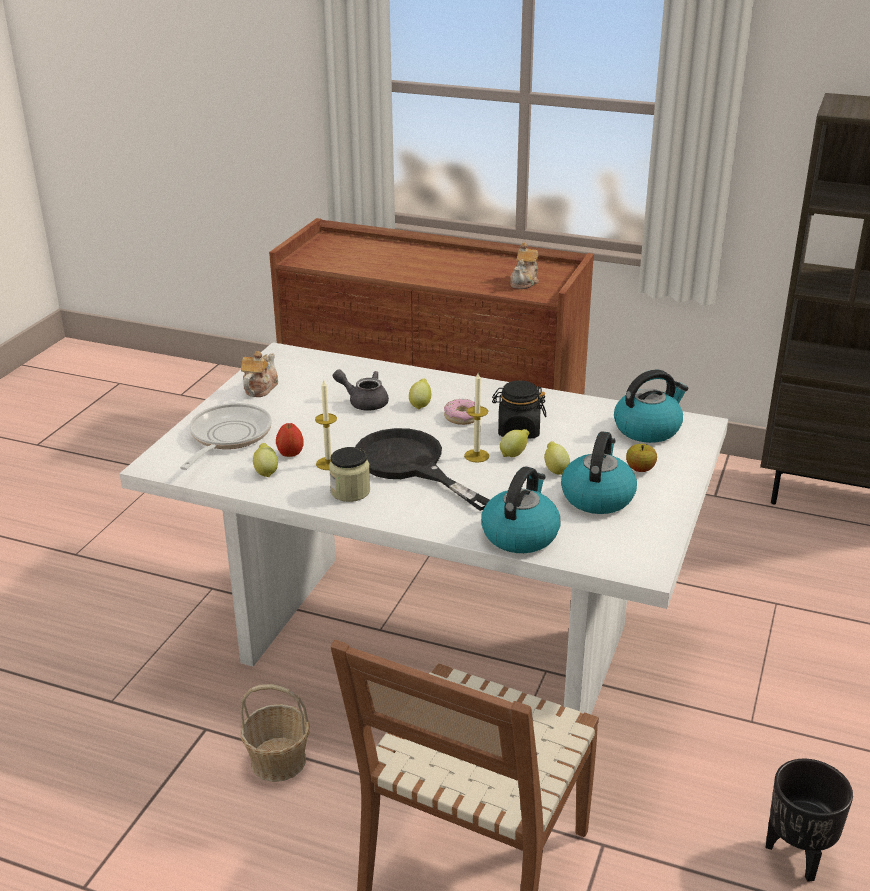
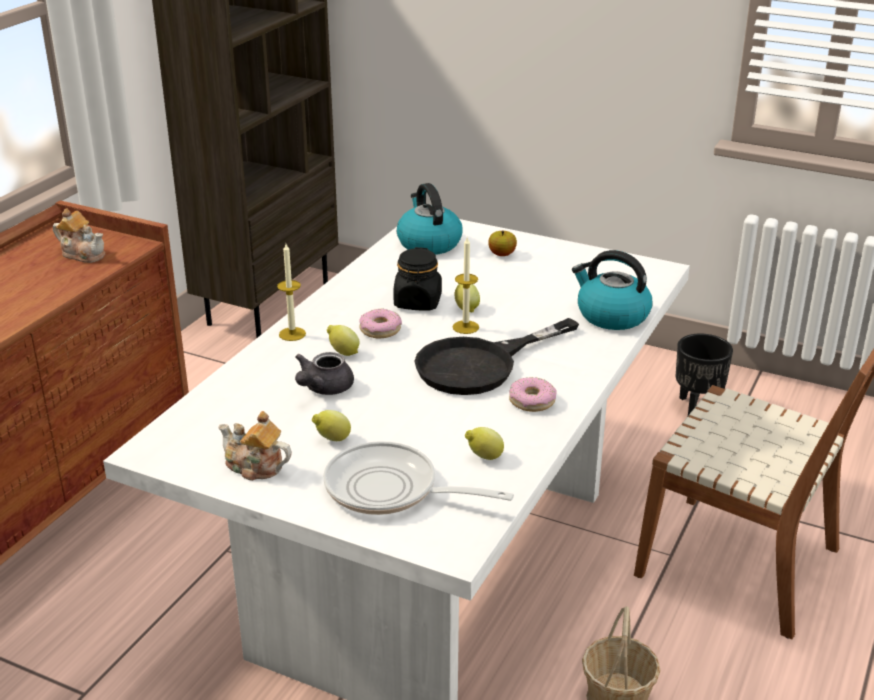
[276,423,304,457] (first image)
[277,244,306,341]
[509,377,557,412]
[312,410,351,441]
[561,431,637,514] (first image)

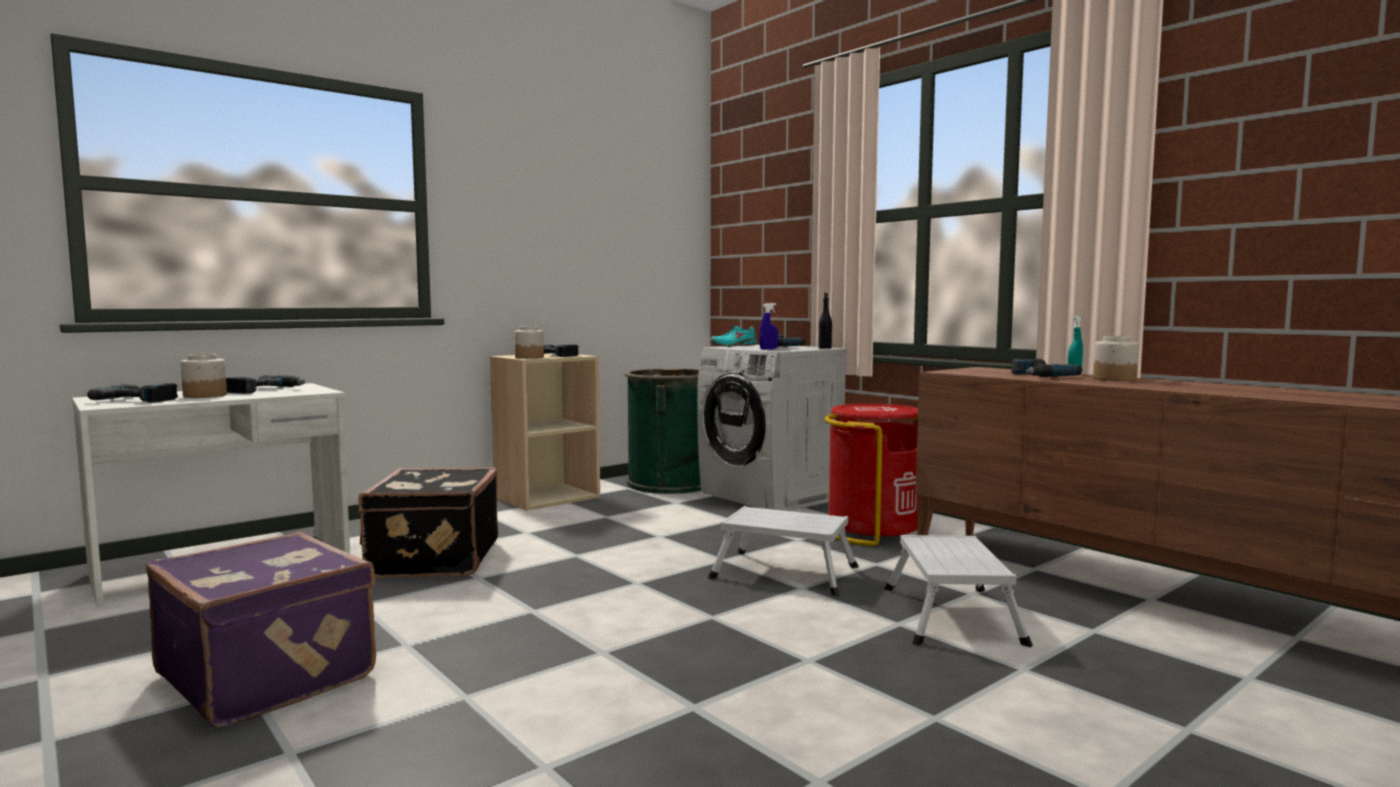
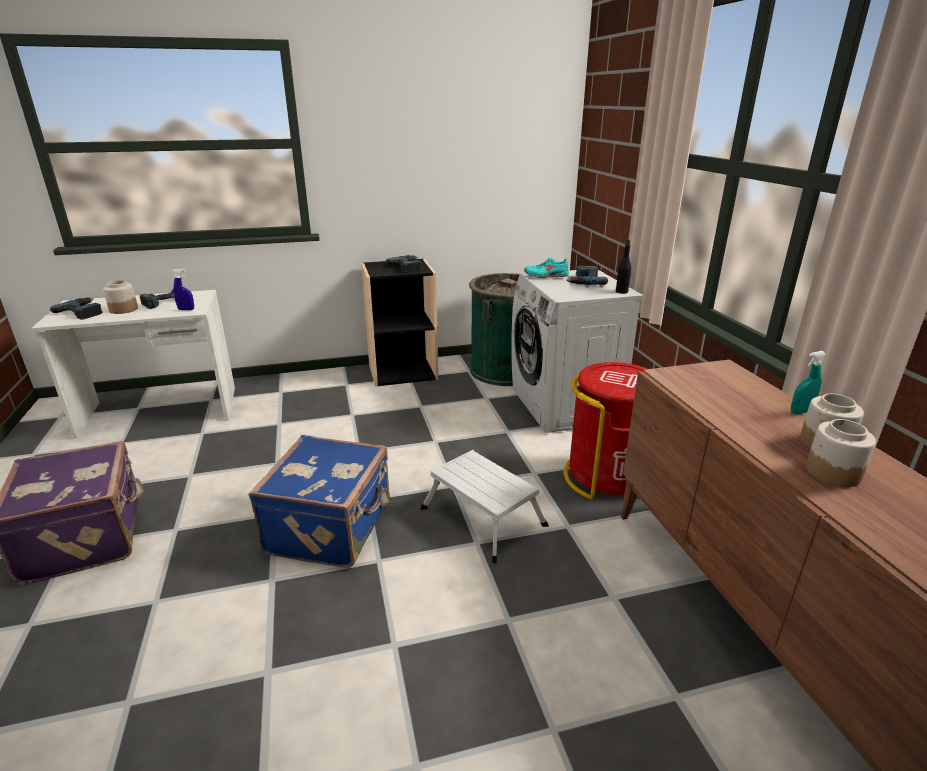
[358,467,499,578] (first image)
[361,259,438,387]
[806,419,876,487]
[172,269,194,310]
[884,535,1033,647] (first image)
[1011,358,1082,377] (first image)
[249,435,390,568]

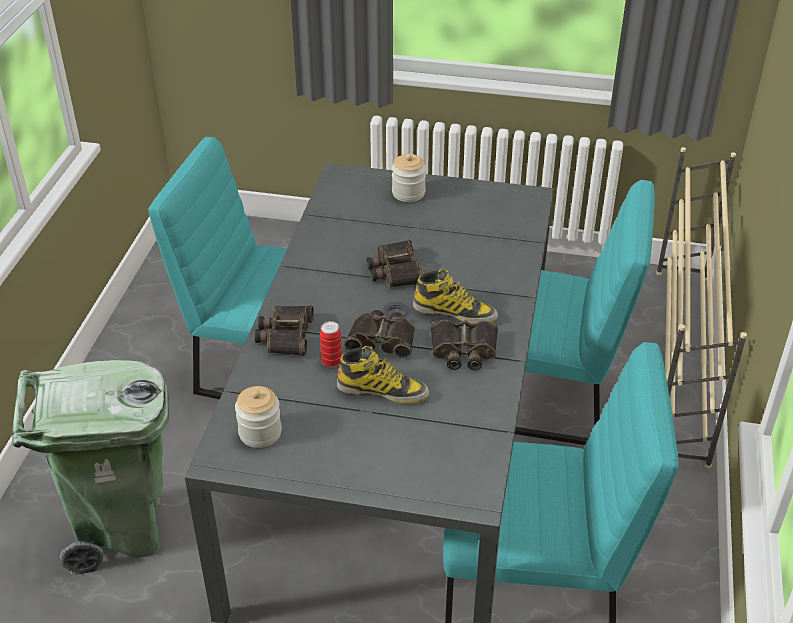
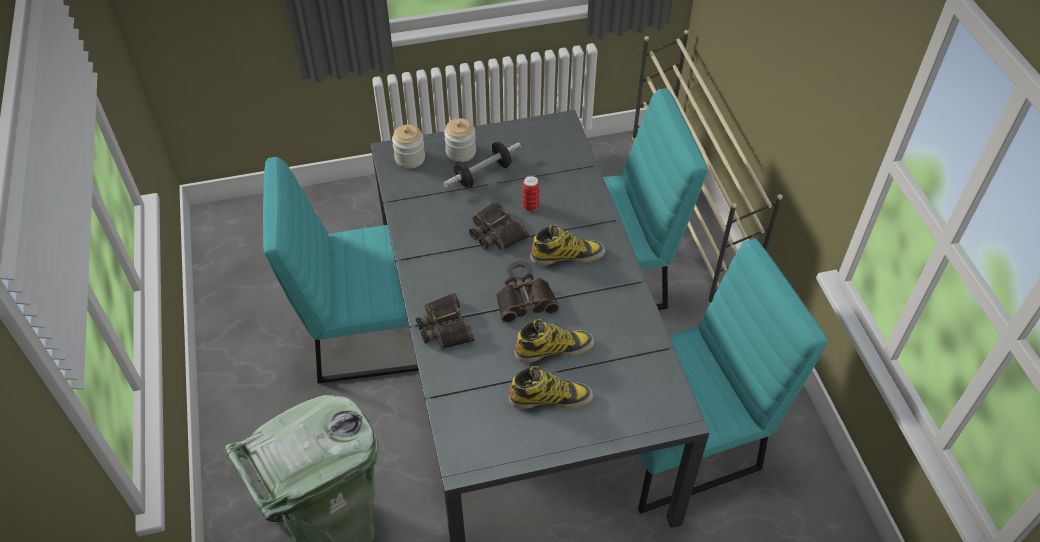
[392,125,425,169]
[523,176,539,211]
[431,320,498,370] (first image)
[443,142,521,188]
[509,366,593,409]

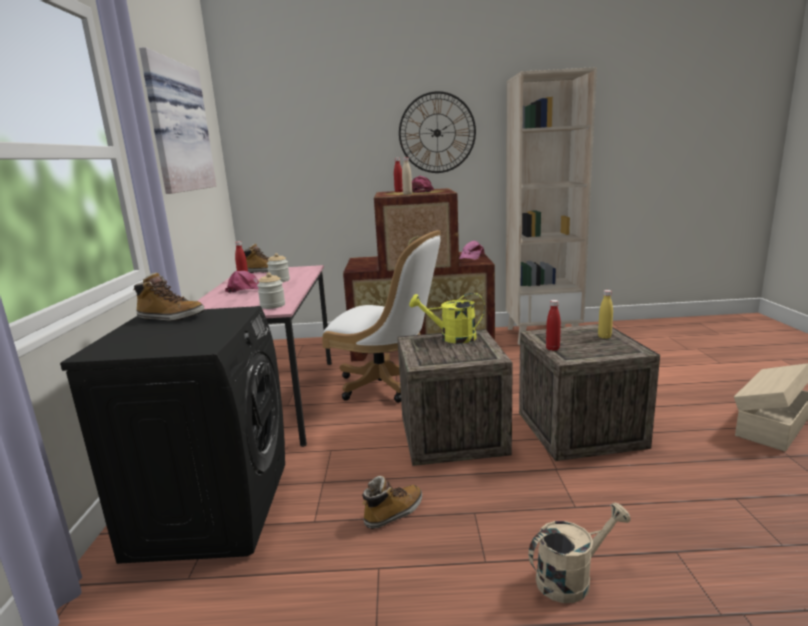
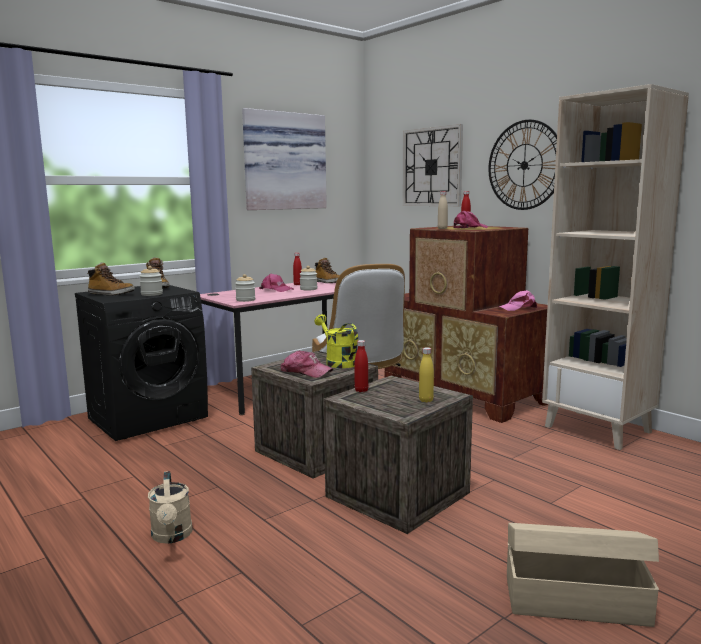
[87,262,135,296]
[148,471,192,543]
[139,266,163,296]
[281,350,333,378]
[403,124,463,206]

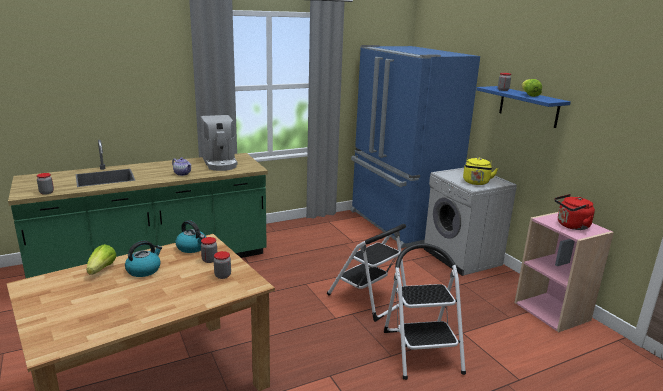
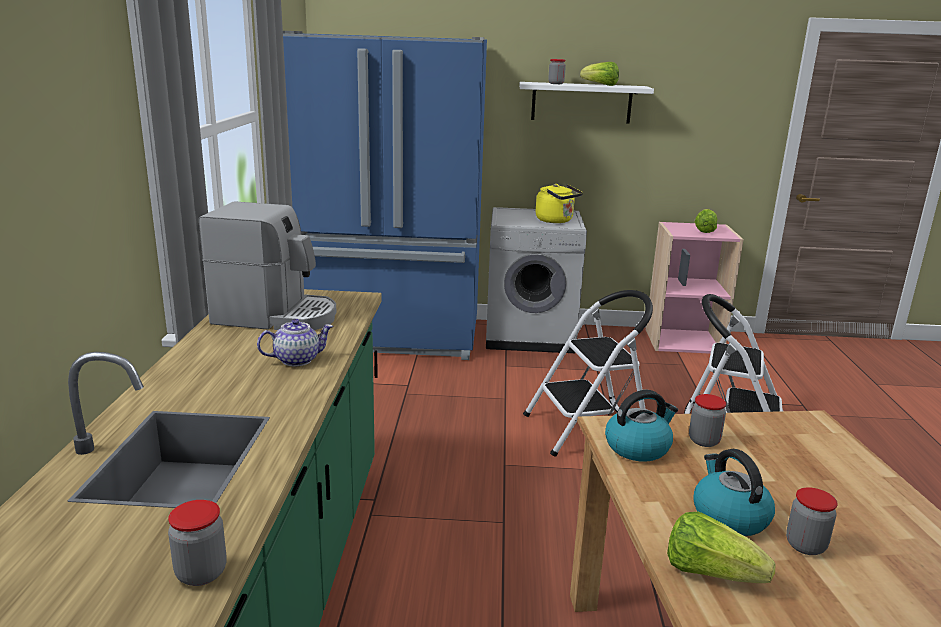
[786,487,838,555]
[519,82,654,124]
[695,209,717,233]

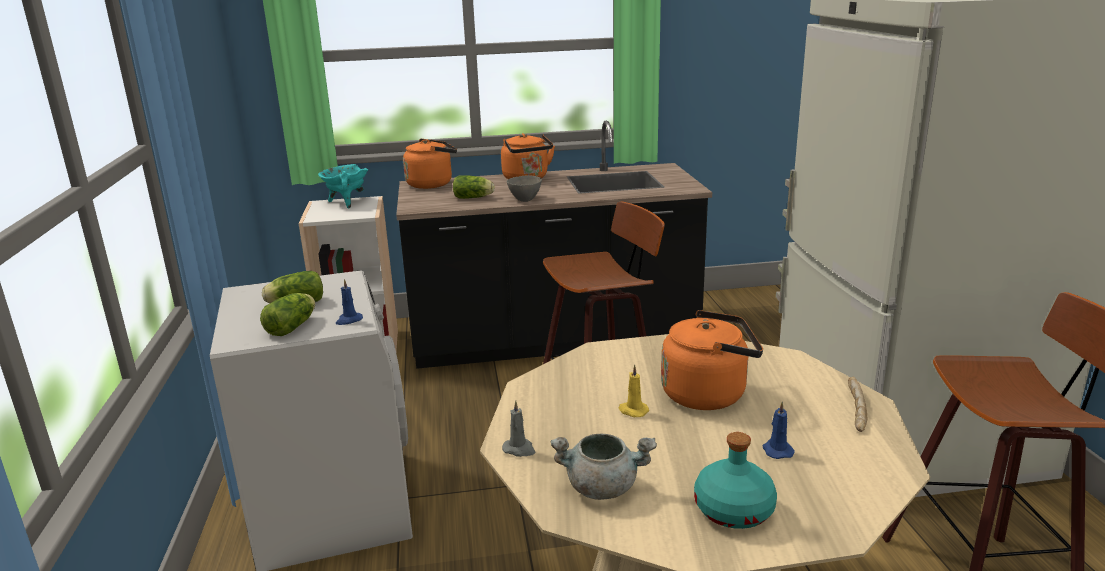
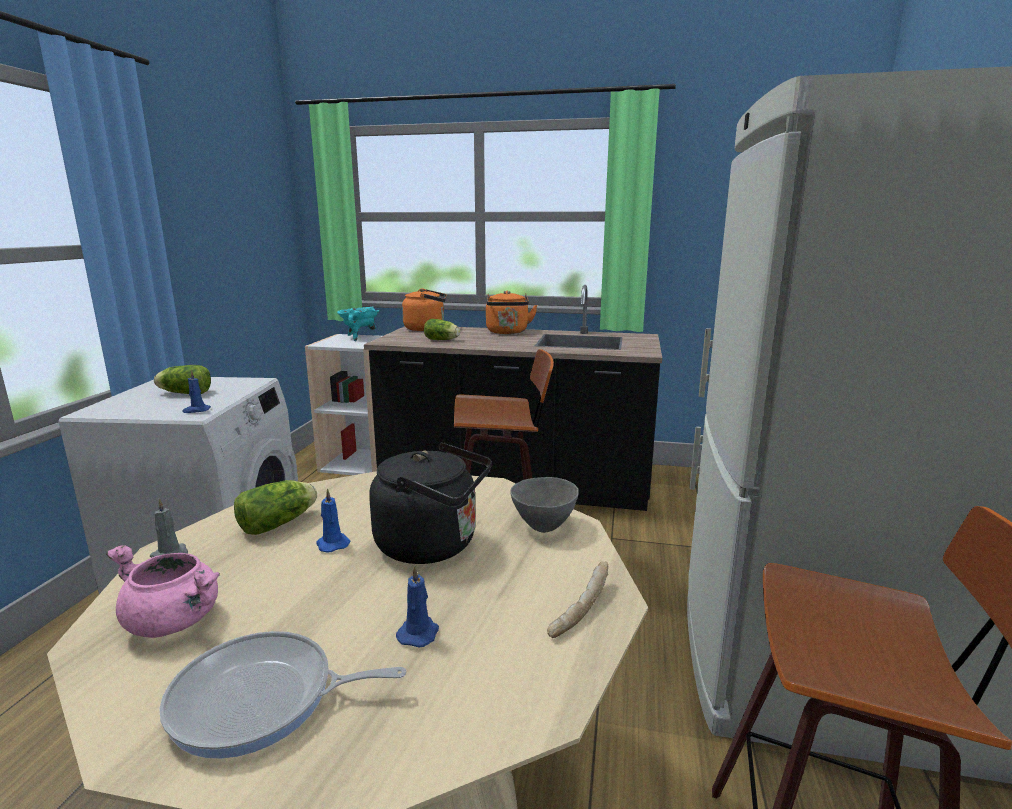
[234,480,317,535]
[510,477,579,533]
[106,545,220,638]
[316,488,350,552]
[369,442,492,564]
[159,631,407,759]

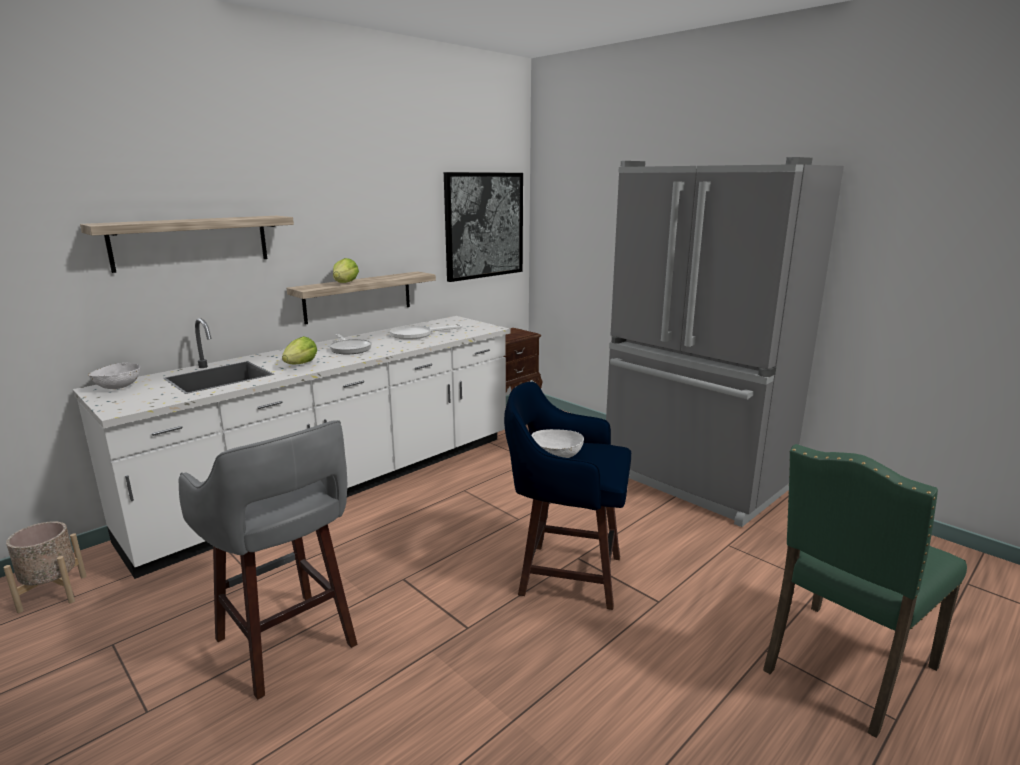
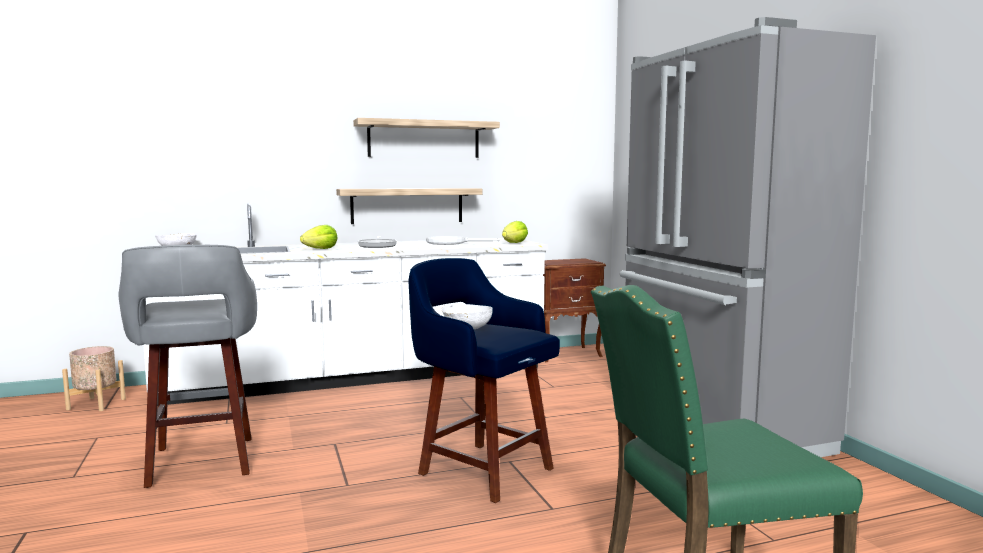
[353,118,500,158]
[502,221,528,243]
[444,172,523,282] (first image)

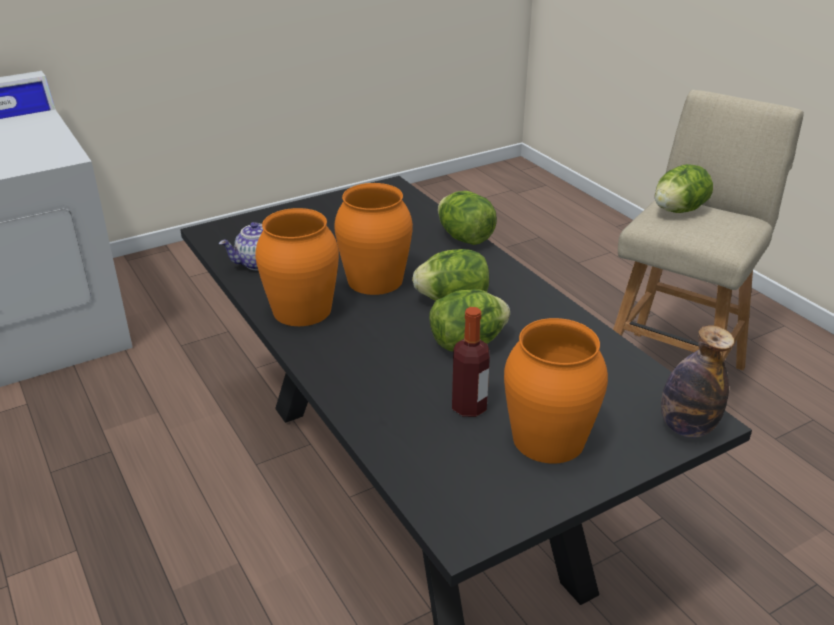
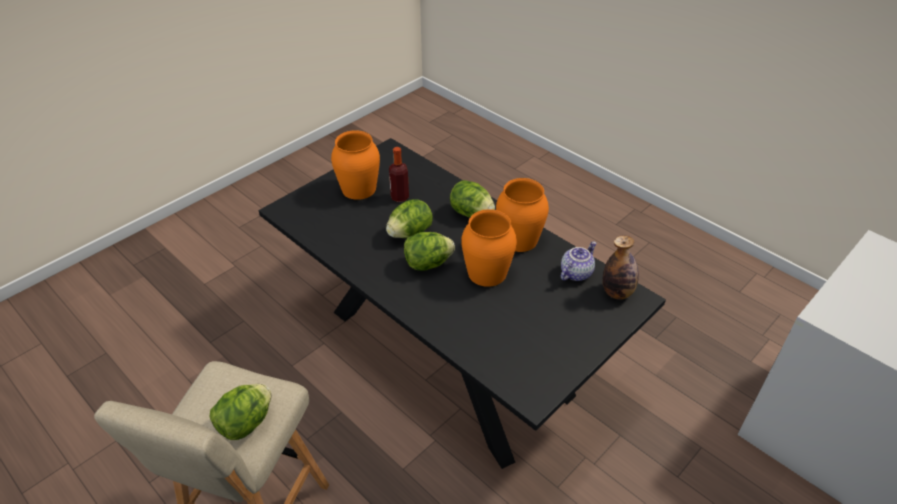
[450,180,495,217]
[602,236,639,299]

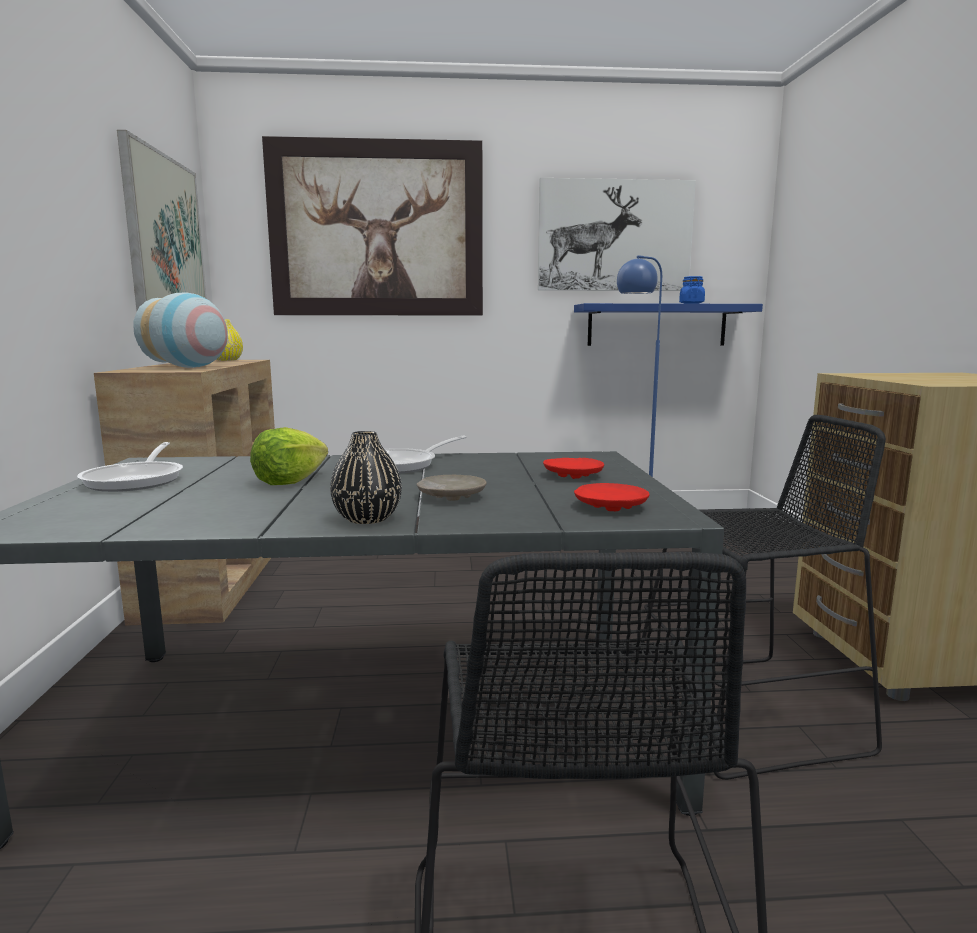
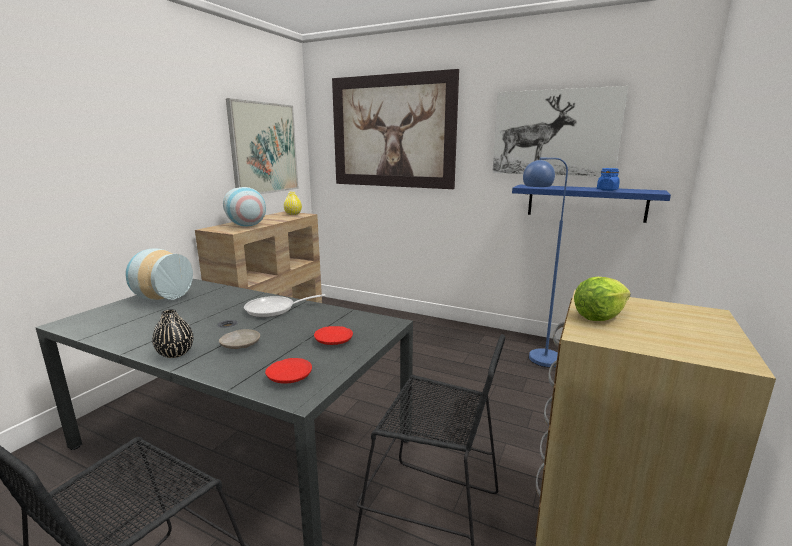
[125,248,193,300]
[574,277,631,321]

